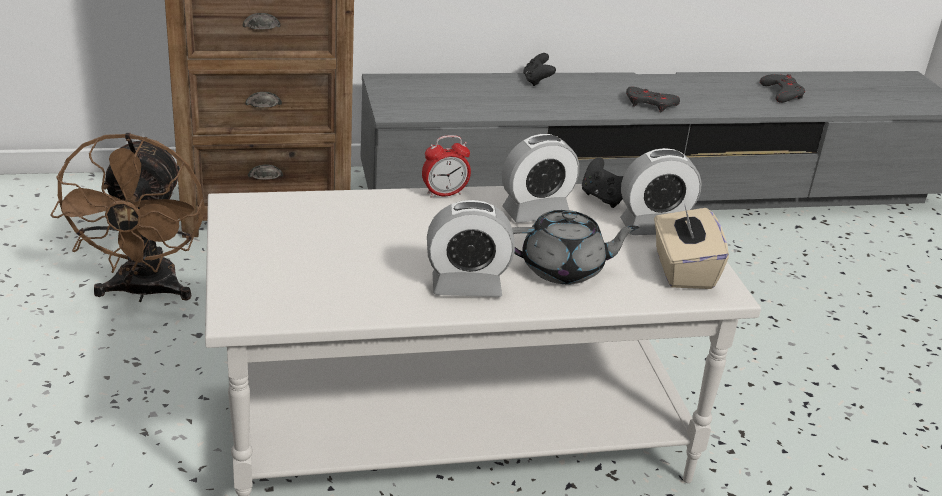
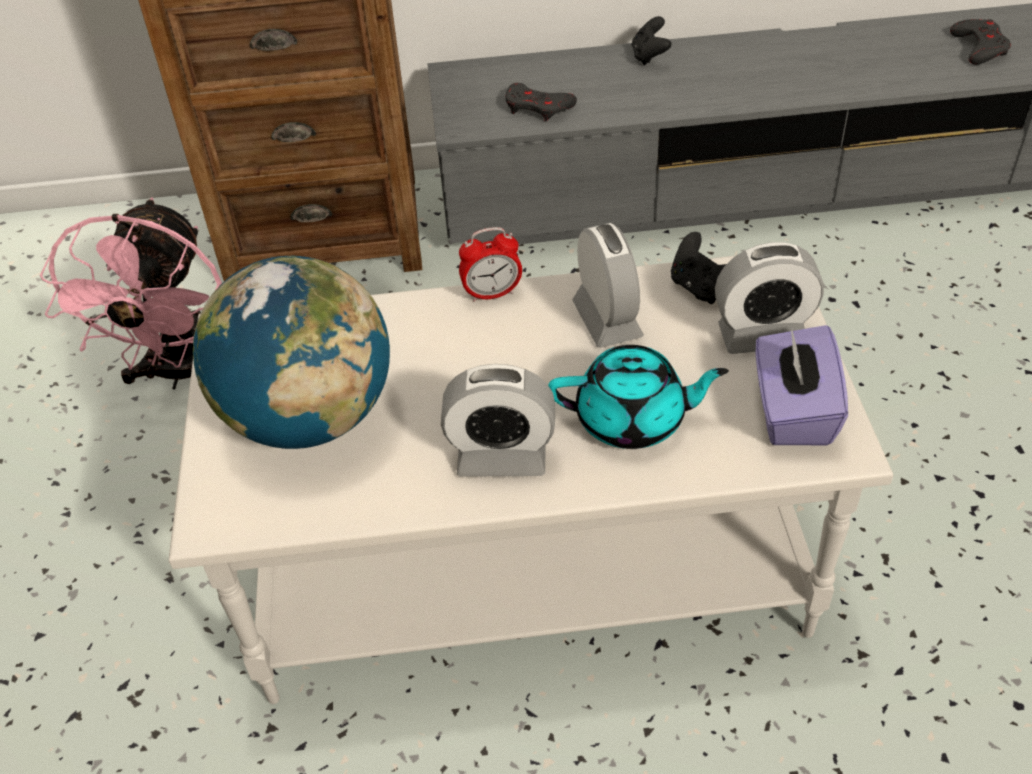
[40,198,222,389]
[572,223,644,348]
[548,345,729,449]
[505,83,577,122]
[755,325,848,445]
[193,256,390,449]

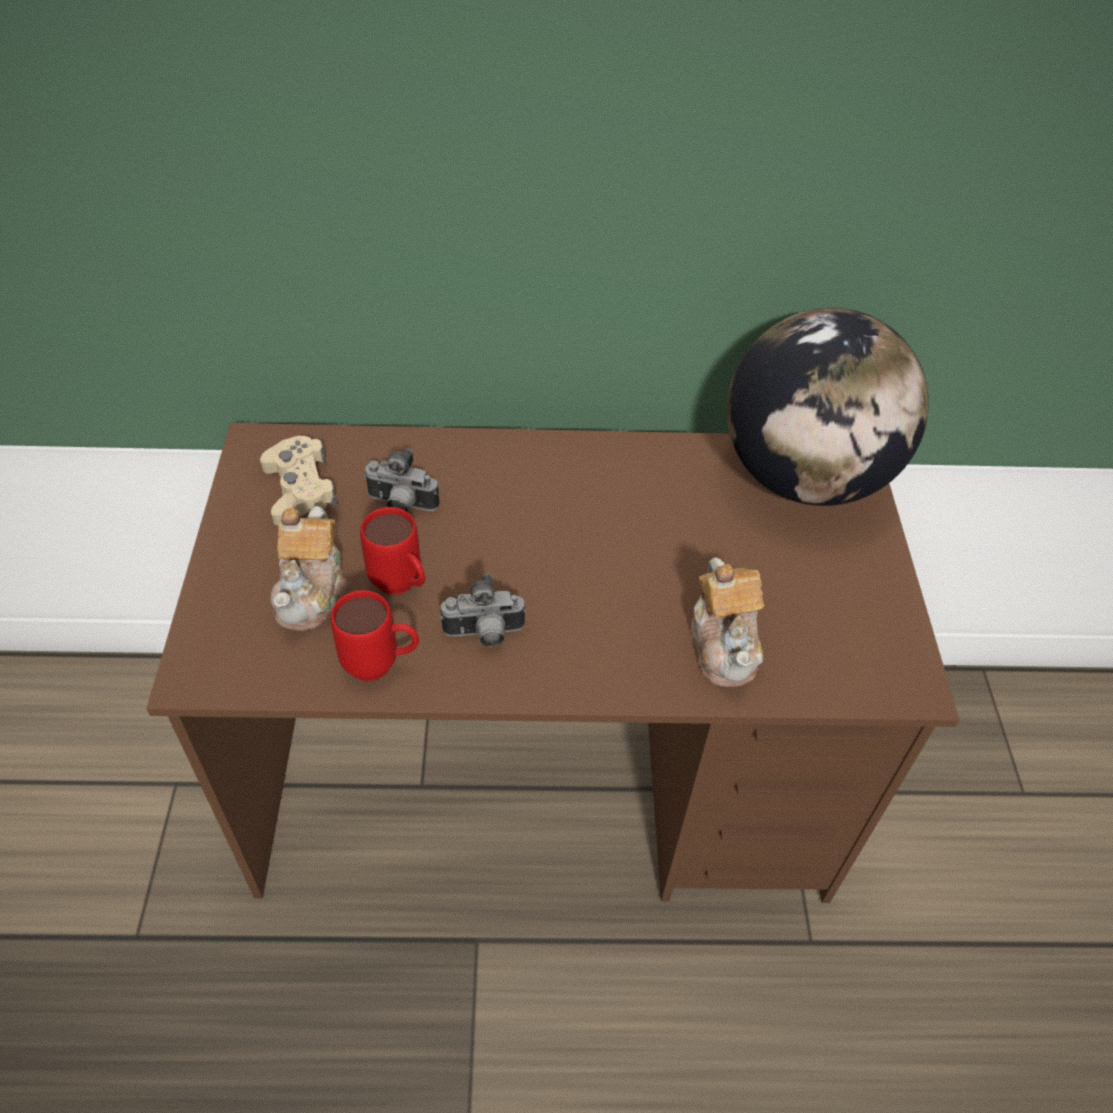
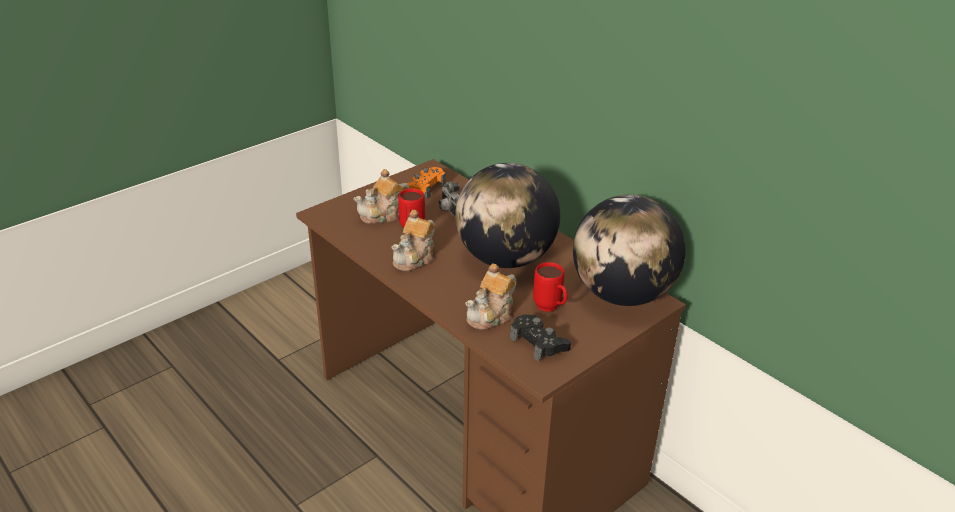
[404,167,446,199]
[533,262,567,312]
[391,210,435,271]
[455,163,560,268]
[510,314,571,362]

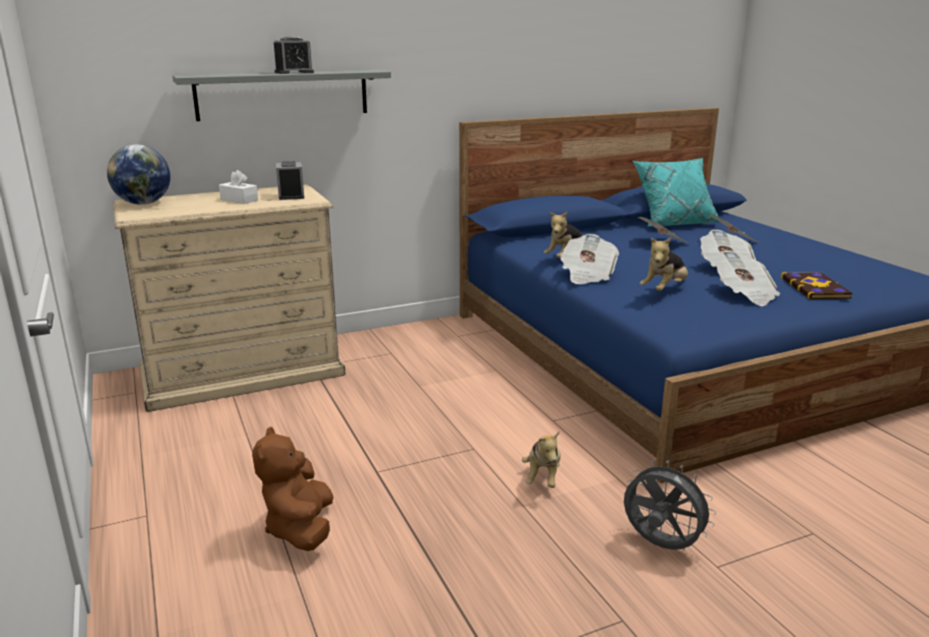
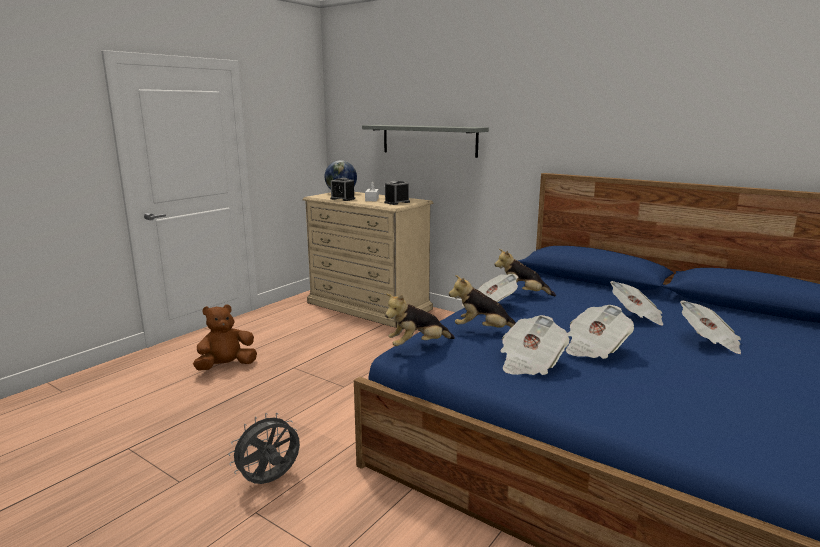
[330,178,355,201]
[385,293,455,346]
[228,413,300,484]
[633,158,720,227] (first image)
[781,272,852,299] (first image)

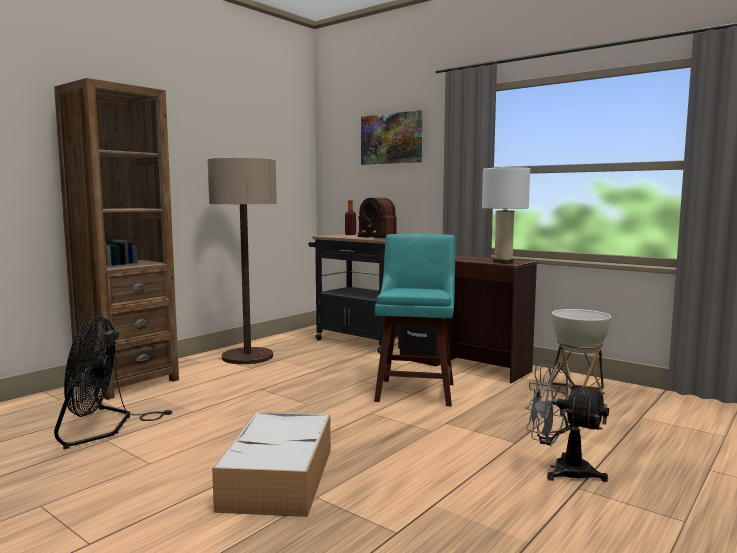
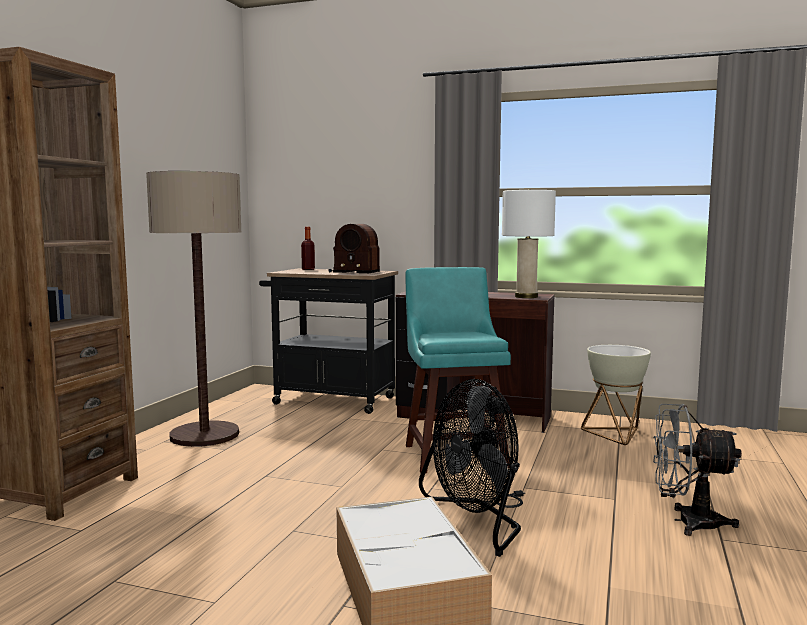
[419,379,524,557]
[361,110,422,165] (first image)

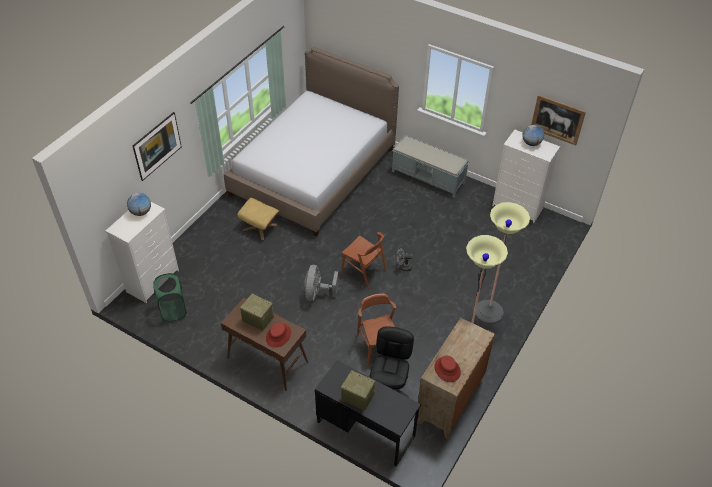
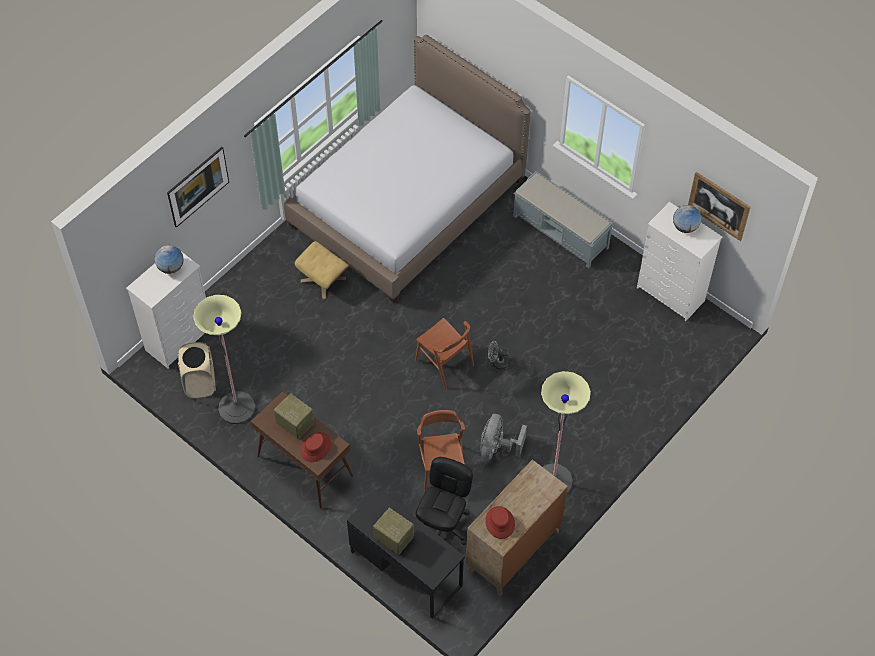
[178,342,216,398]
[481,414,527,460]
[193,295,255,424]

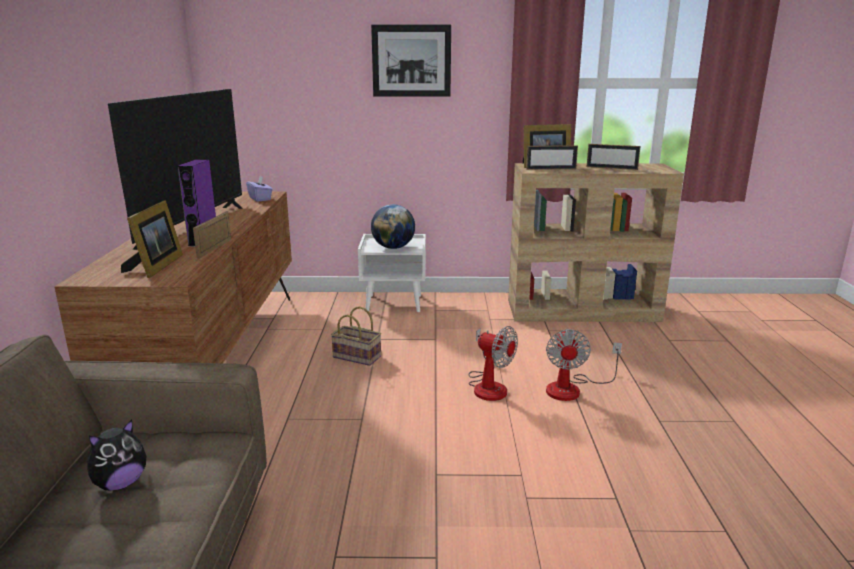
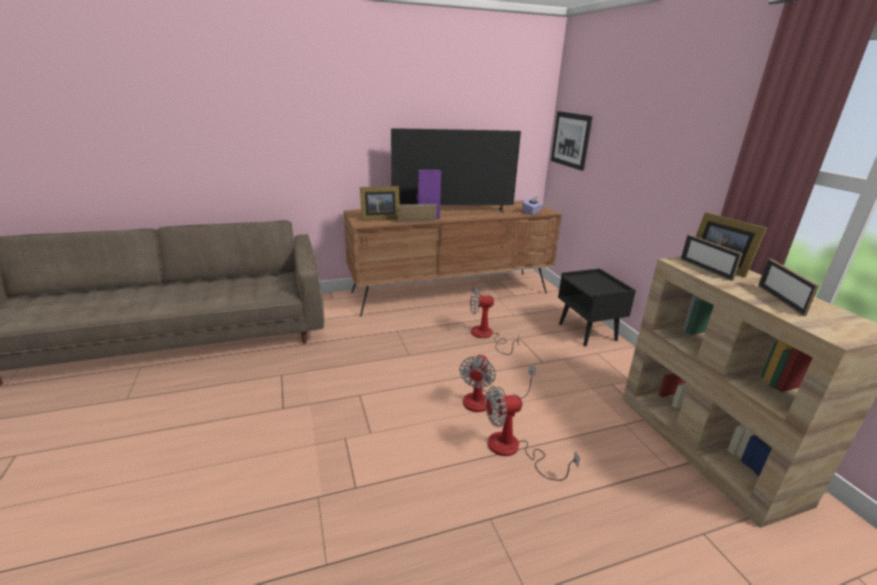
[87,419,146,491] (first image)
[470,287,519,355]
[558,268,636,346]
[551,111,593,171]
[371,204,415,249] (first image)

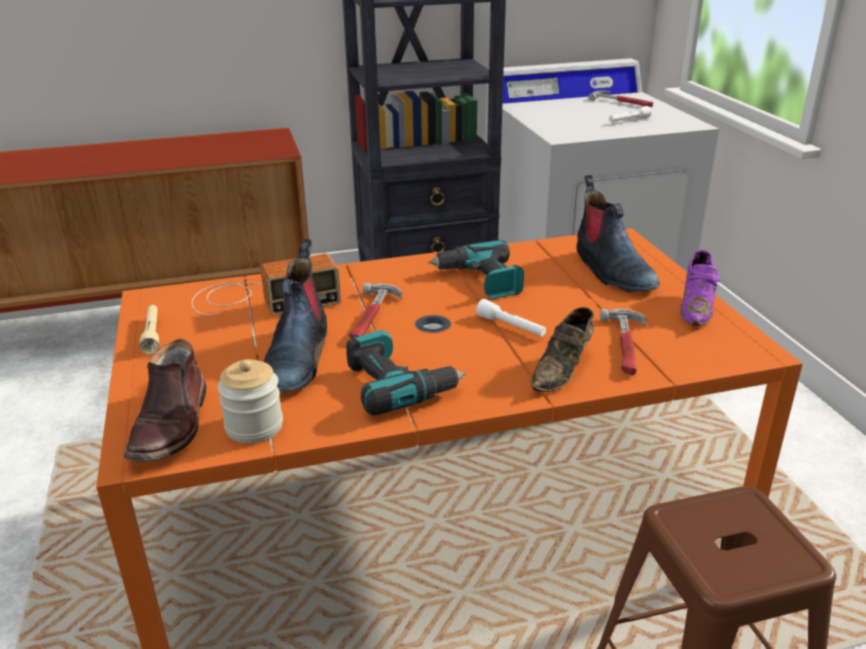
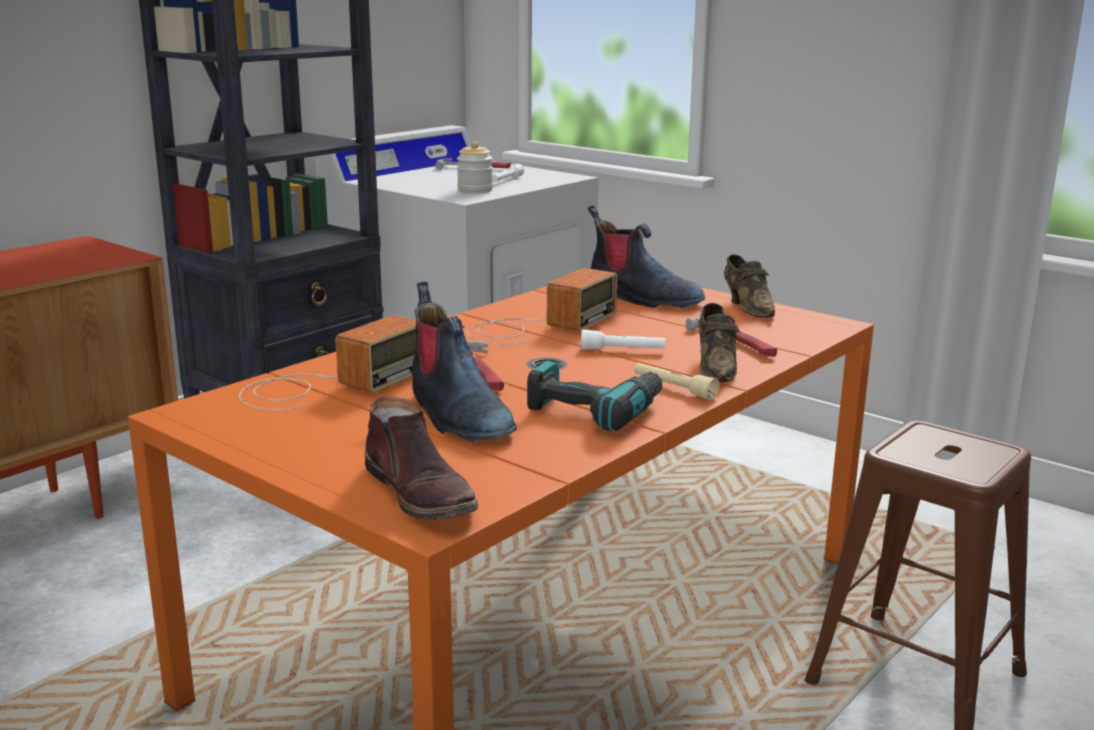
[634,362,719,400]
[457,142,493,193]
[467,268,617,345]
[724,254,775,318]

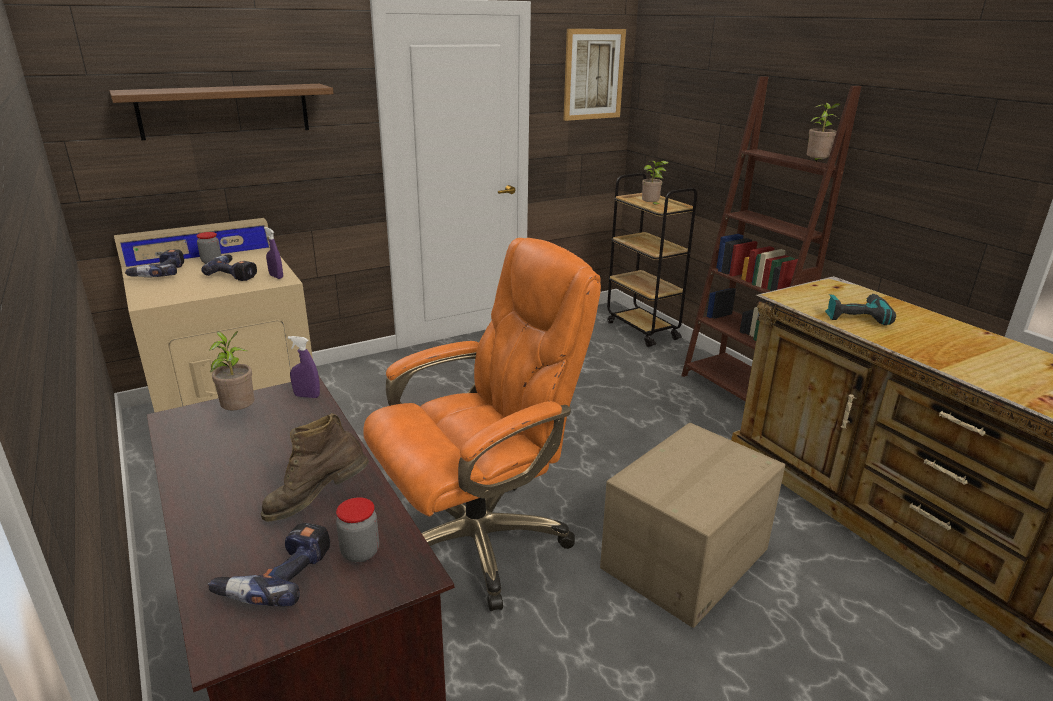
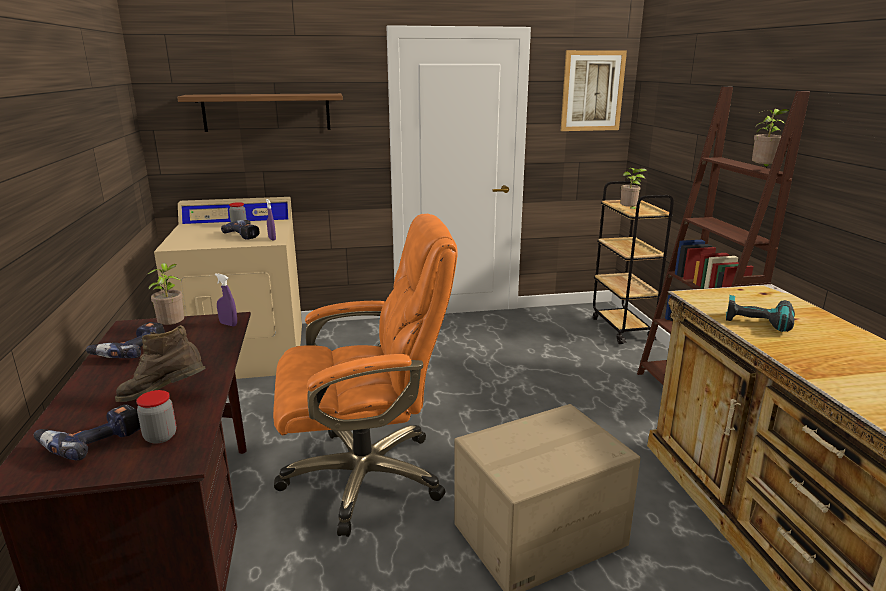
[86,322,165,358]

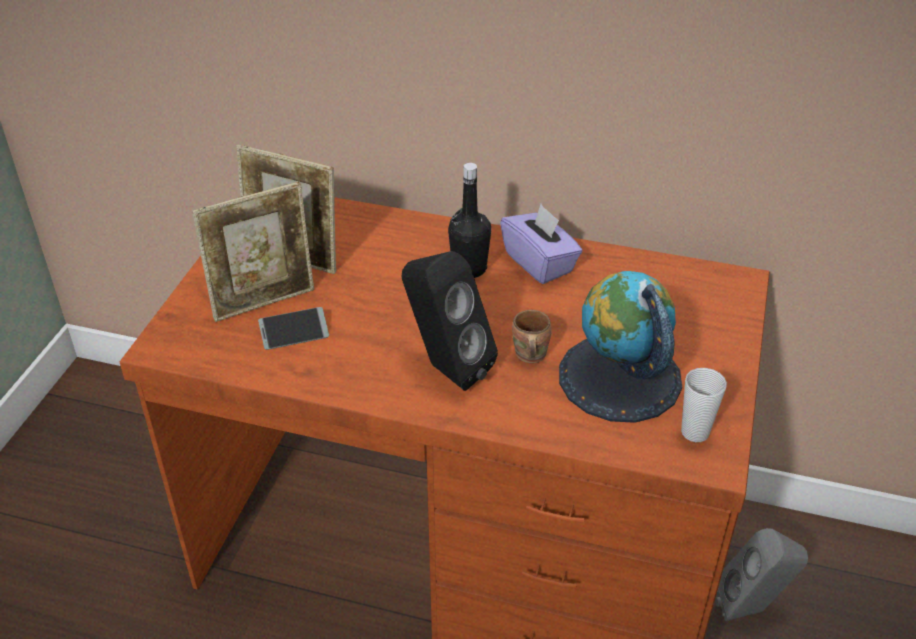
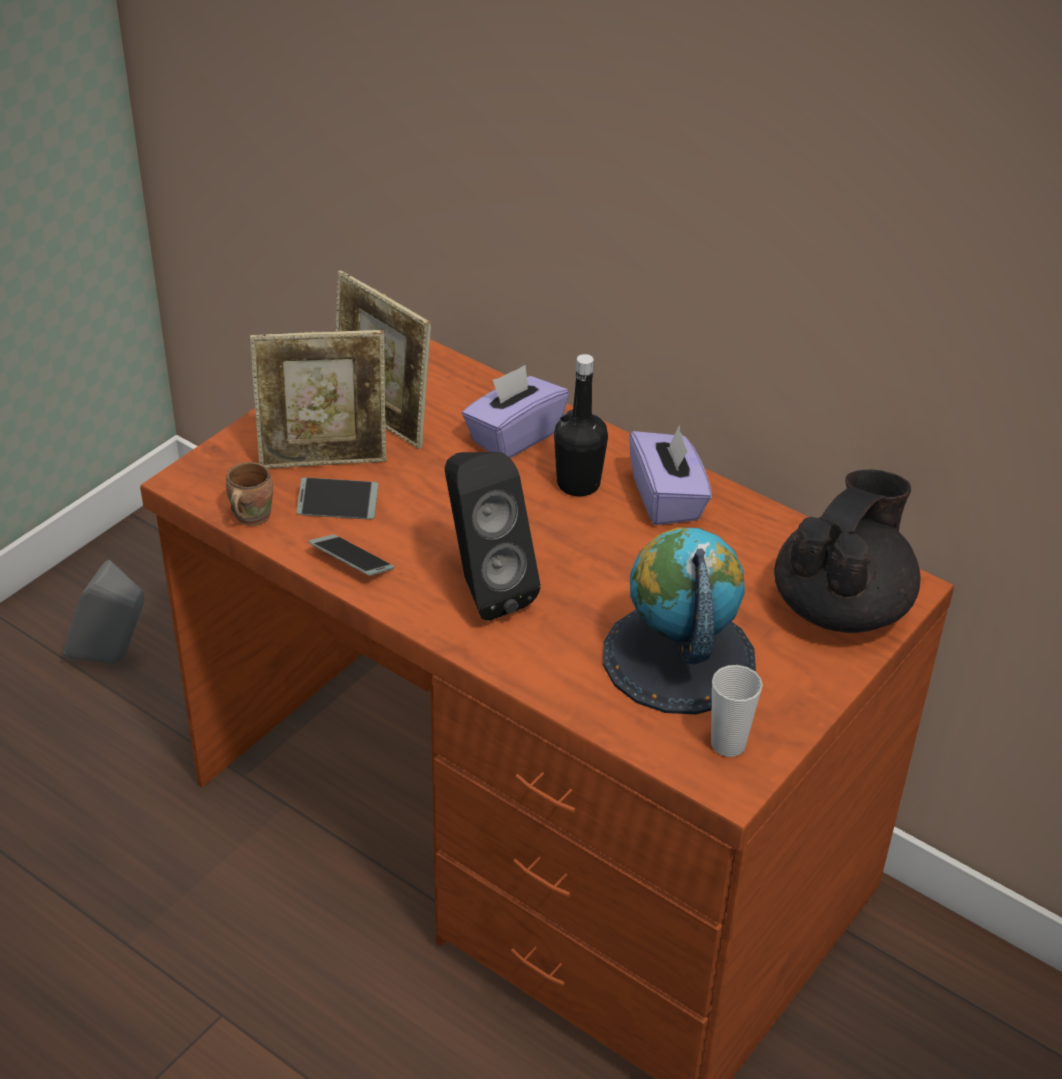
[226,462,273,526]
[63,560,144,664]
[309,534,394,576]
[462,365,569,458]
[774,470,921,633]

